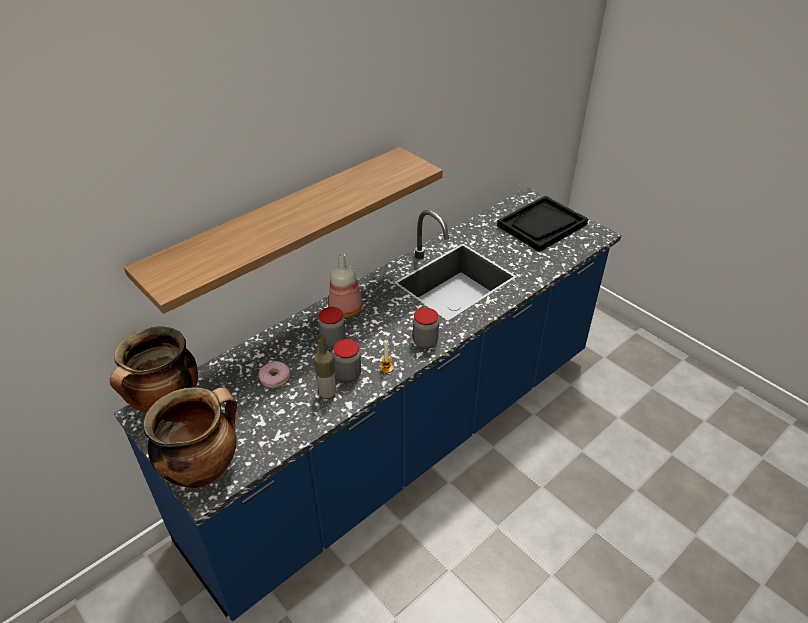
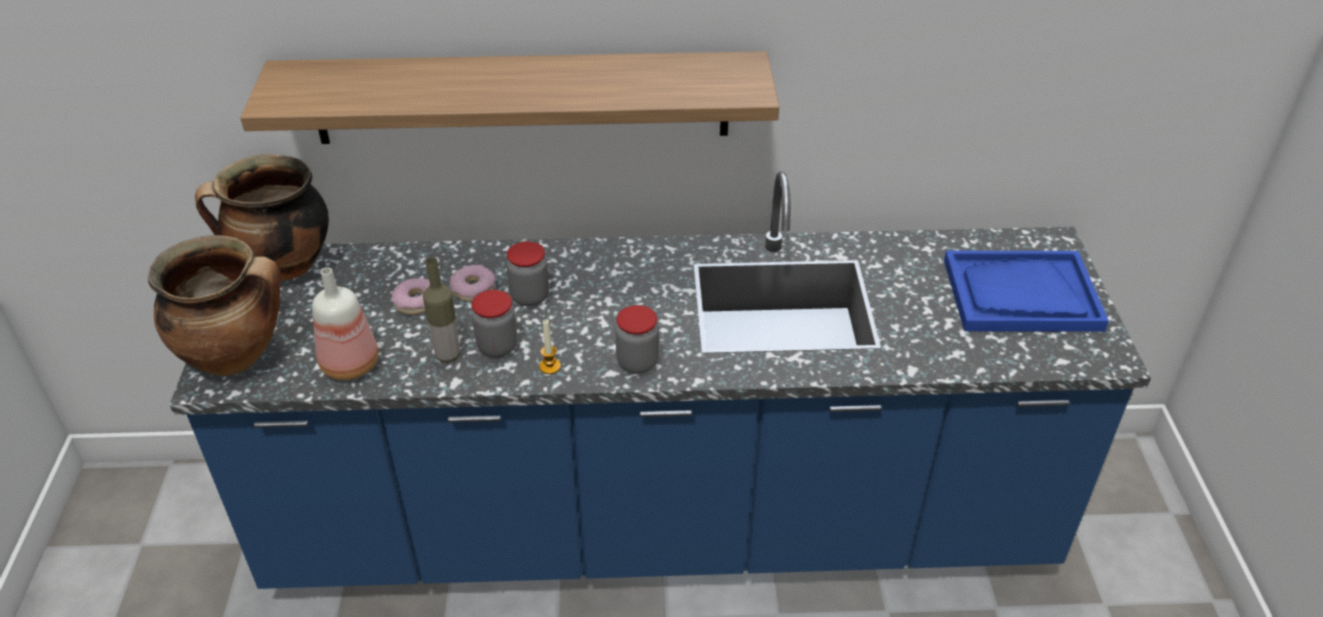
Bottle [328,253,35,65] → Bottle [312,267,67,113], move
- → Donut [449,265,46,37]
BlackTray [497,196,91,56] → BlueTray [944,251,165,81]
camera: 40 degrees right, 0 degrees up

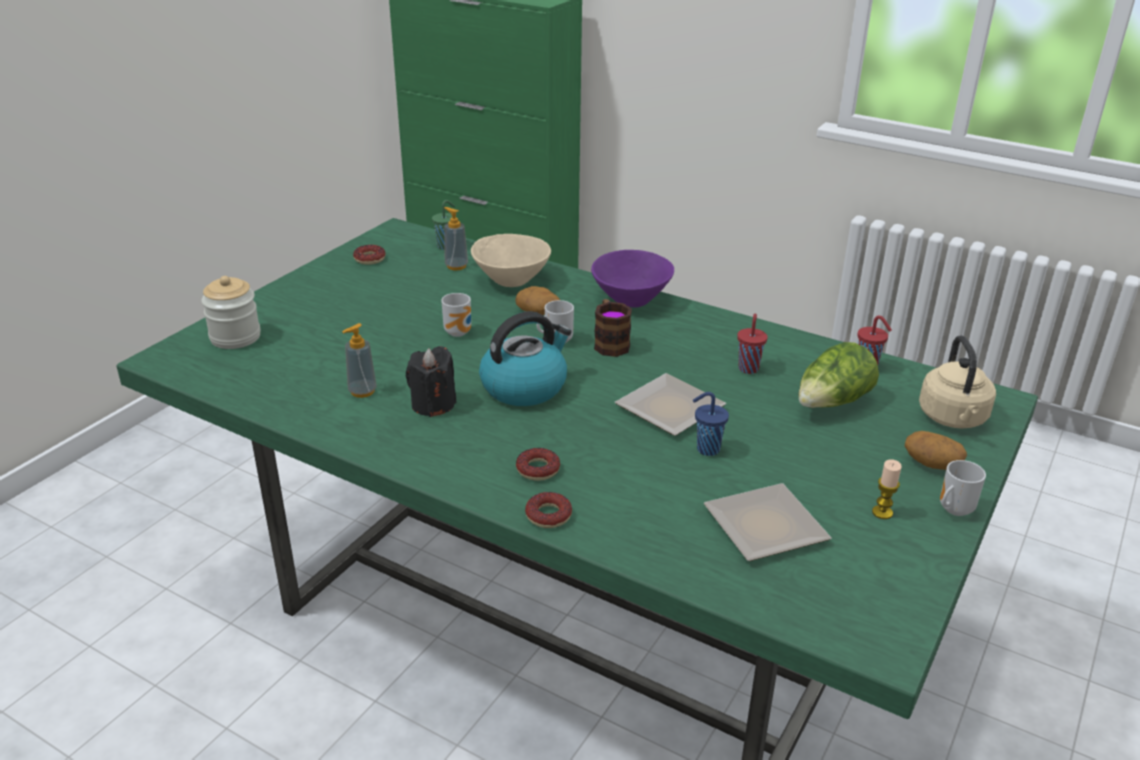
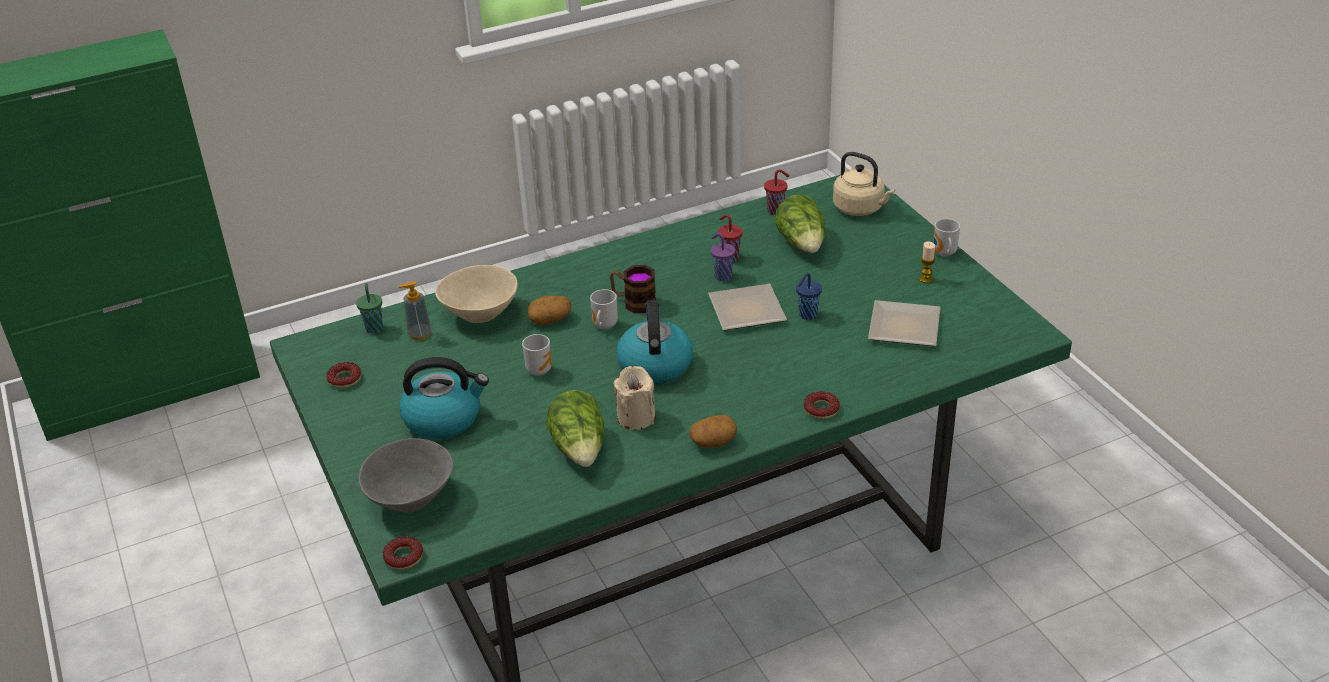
Jar [201,276,60,73] → GreyBowl [359,438,94,75]
Donut [516,448,44,33] → Donut [383,536,40,34], move
- → Kettle [399,357,90,82]
SoapDispenser [342,323,35,75] → Lettuce [547,390,57,77]
BlackCandle [406,346,51,71] → BeigeCandle [614,366,41,64]
Potato [905,431,62,39] → Potato [689,415,48,33], move
- → PurpleCup [711,233,24,48]
PurpleBowl [591,250,83,58] → -
camera: 55 degrees left, 5 degrees up

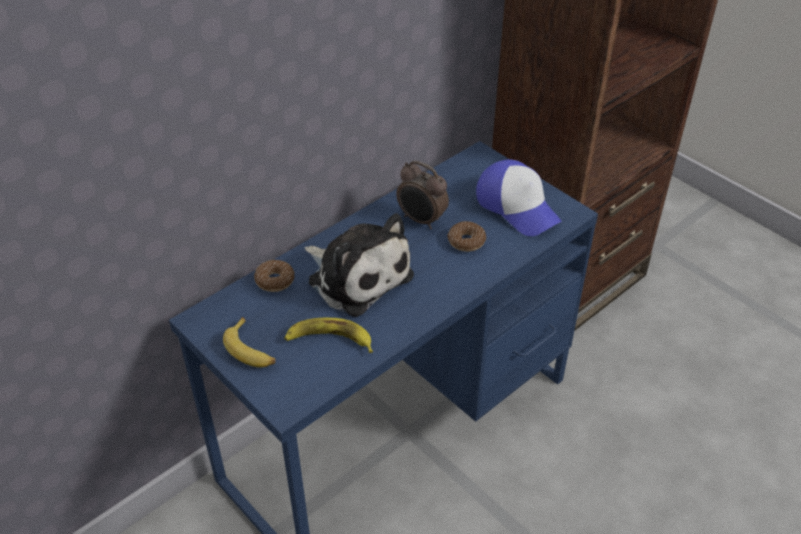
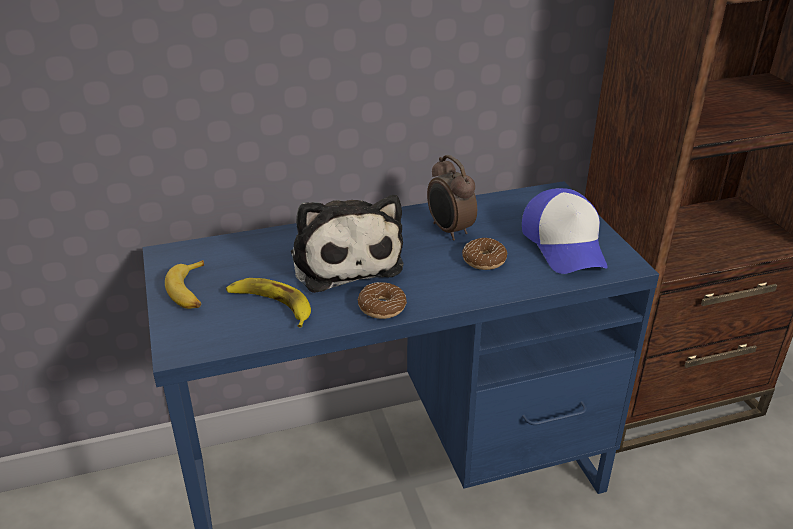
Donut [254,260,40,32] → Donut [358,282,49,37], move
camera: 25 degrees right, 10 degrees down

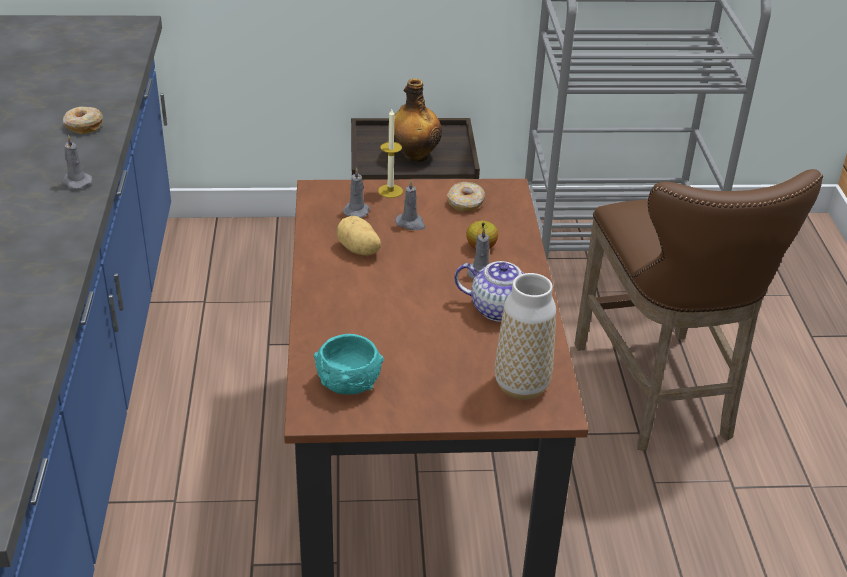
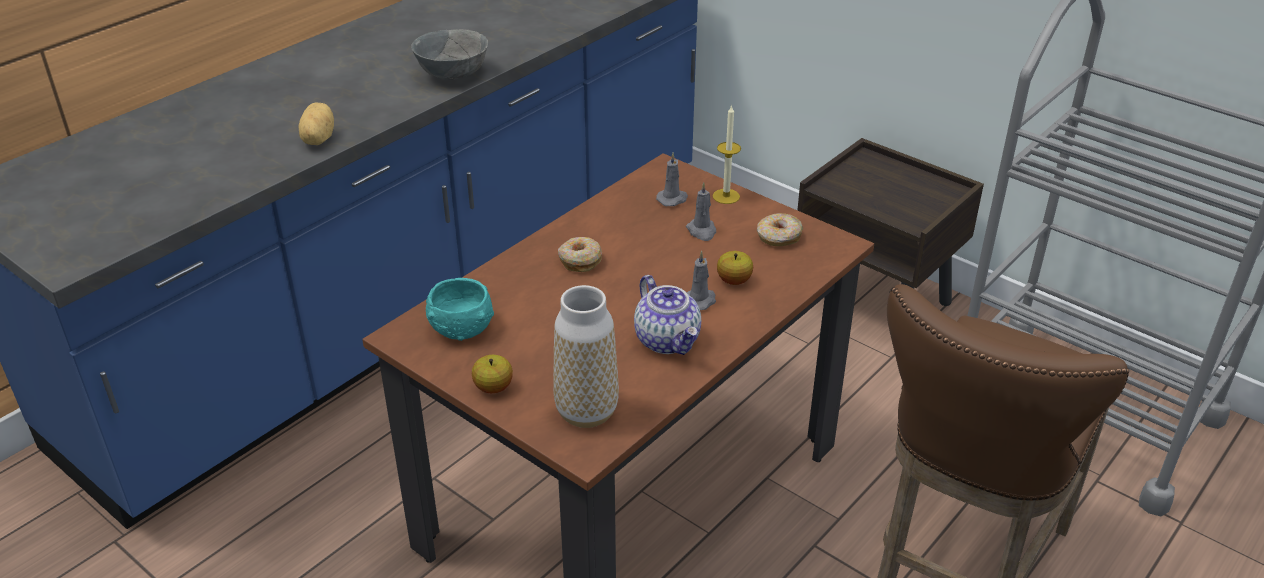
Potato [336,216,45,40] → Potato [298,102,36,43], move
GreyCandle [62,135,30,54] → GreyBowl [411,29,77,51]
- → Apple [472,355,41,38]
Donut [63,107,40,27] → Donut [558,237,44,35], move
Bottle [394,78,48,84] → -
camera: 45 degrees right, 0 degrees up

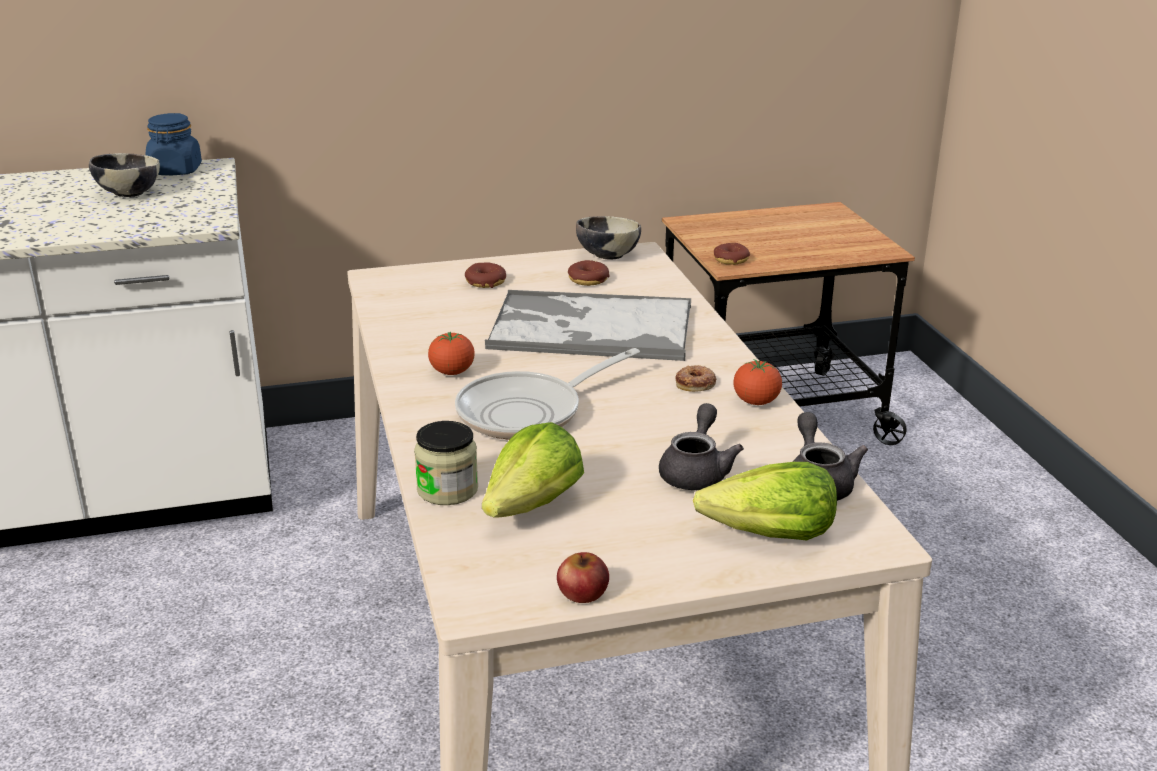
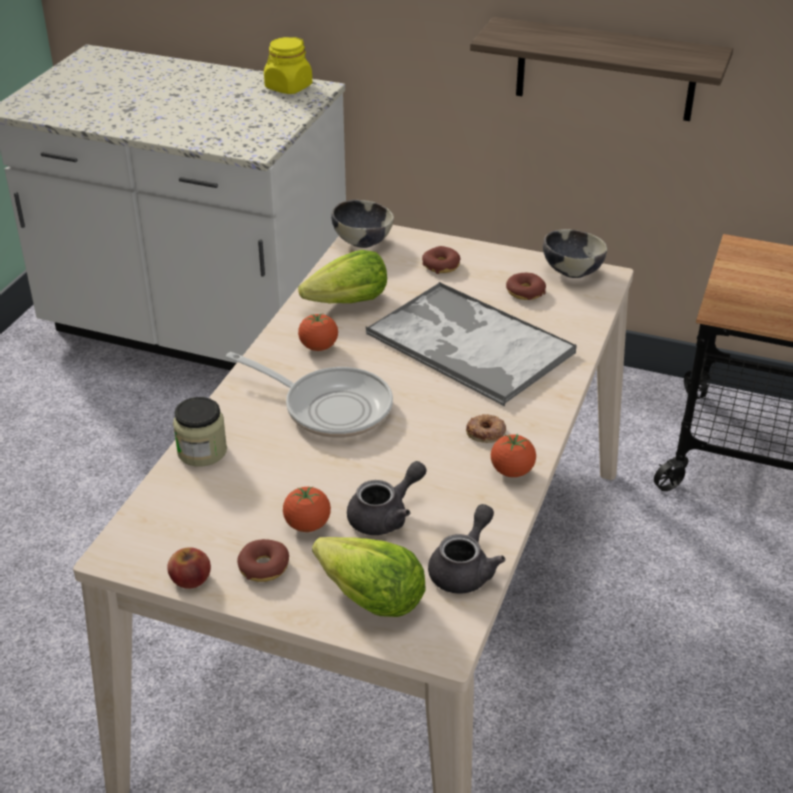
FryingPan [455,348,185,91] → FryingPan [226,352,167,86], 150 degrees counterclockwise
Donut [714,243,36,22] → Donut [237,539,52,43], move
BlueJar [146,113,56,62] → YellowJar [264,37,48,57]
- → Tomato [283,487,48,45]
Lettuce [482,422,102,95] → Lettuce [298,250,89,53], move
Bowl [89,153,71,44] → Bowl [331,200,63,48], move
- → Shelf [470,17,263,104]
camera: 35 degrees right, 10 degrees up

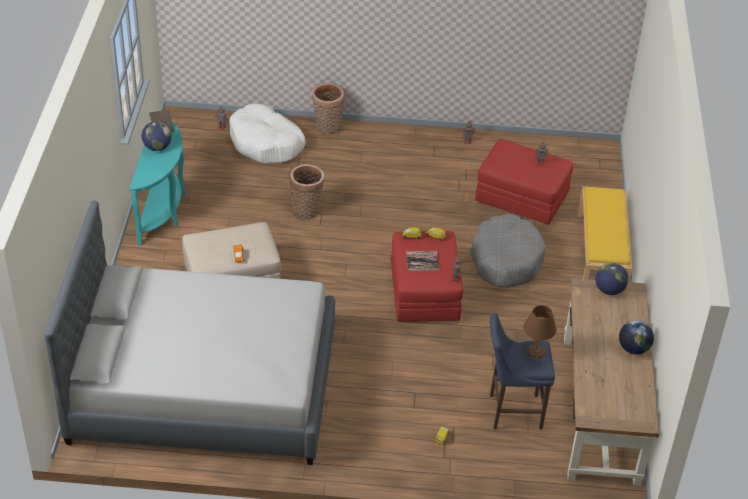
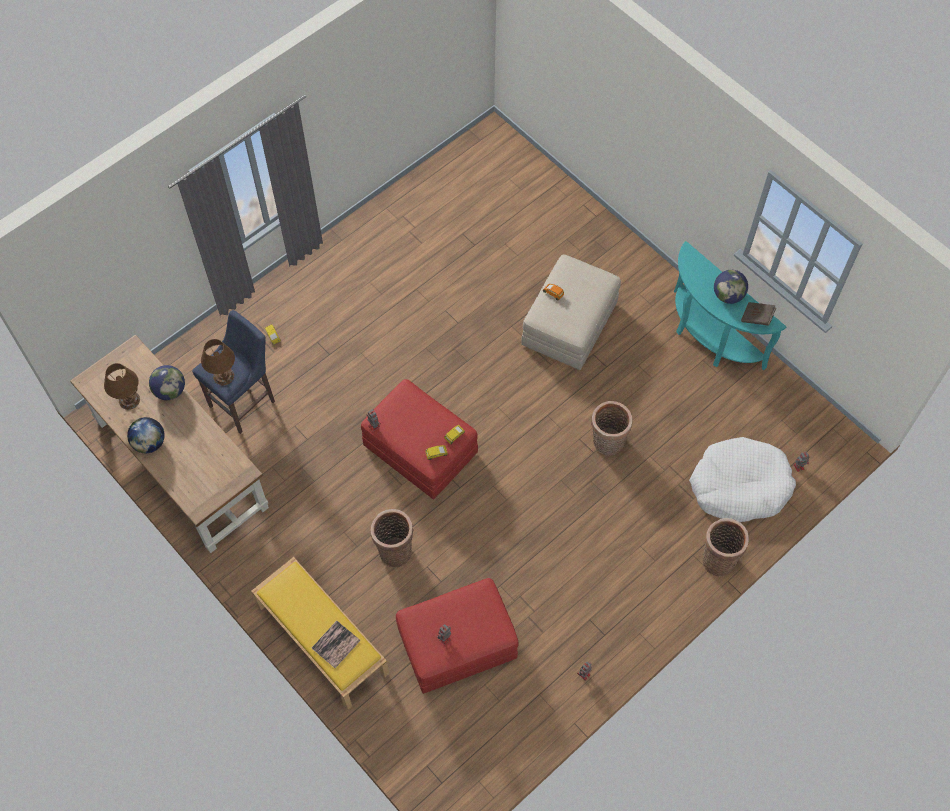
- → BrownTableLamp [104,363,36,47]
Globe [595,263,34,32] → Globe [149,365,36,35], move
Book [406,251,33,20] → Book [312,621,48,47], move
GreyDogBed [470,213,76,75] → Basket [371,509,42,58]
GreyBed [44,200,291,265] → -
camera: 135 degrees right, 20 degrees up

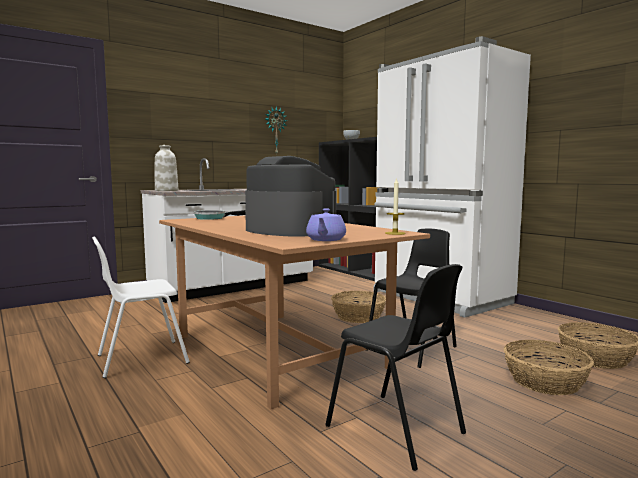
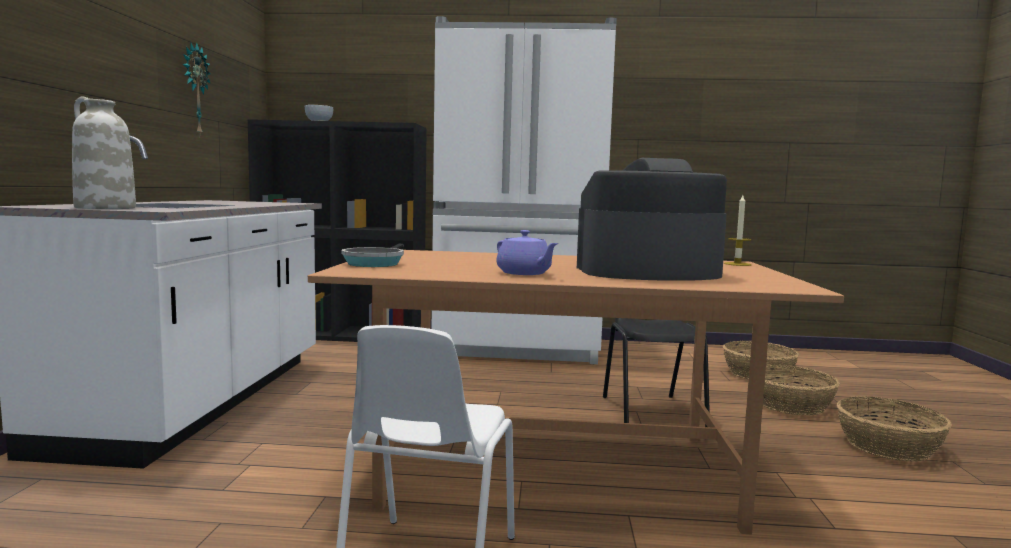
PurpleTeapot [306,208,40,33] → PurpleTeapot [496,230,62,45], move
Basket [331,291,55,32] → Basket [837,396,115,66], move
BlackChair [326,264,140,207] → -
camera: 50 degrees left, 0 degrees up

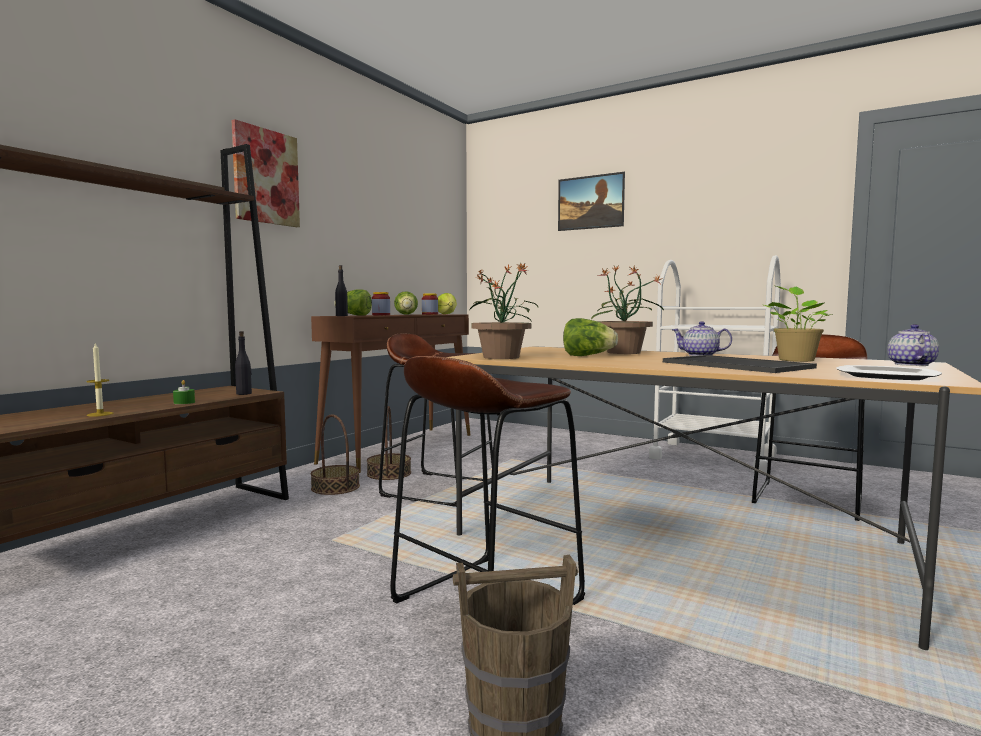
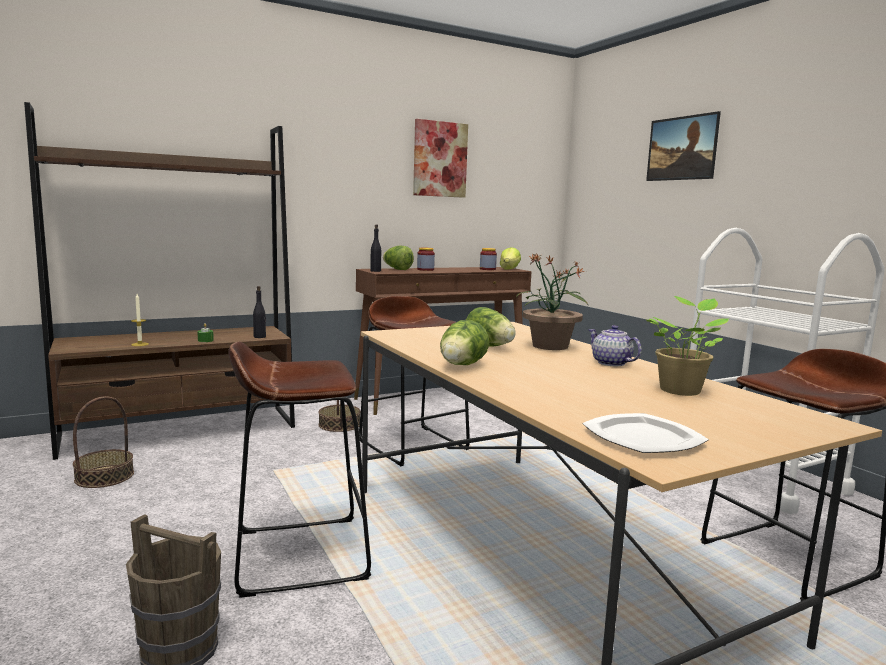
Basket [367,406,44,74] → Basket [73,396,61,92], move
Picture [232,119,68,108] → Picture [413,119,55,79], move
Lettuce [394,291,24,24] → Lettuce [440,320,49,45], move
PottedPlant [470,263,68,96] → -
Tray [663,355,154,18] → -
Teapot [887,324,52,42] → -
camera: 30 degrees right, 5 degrees up

